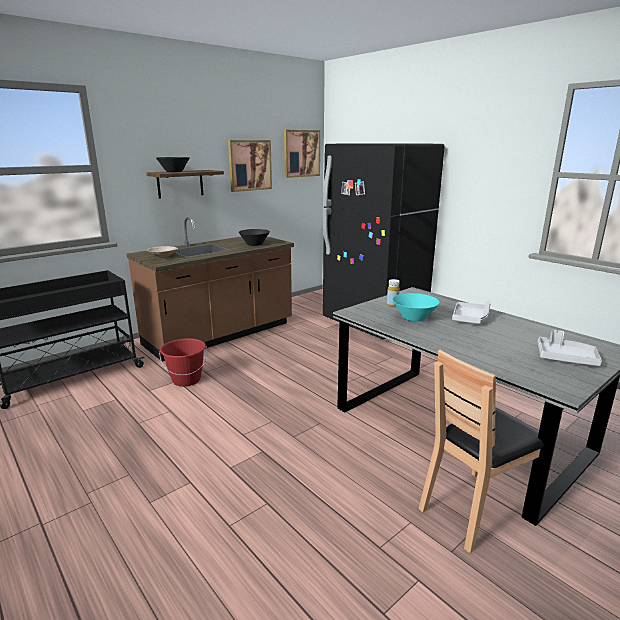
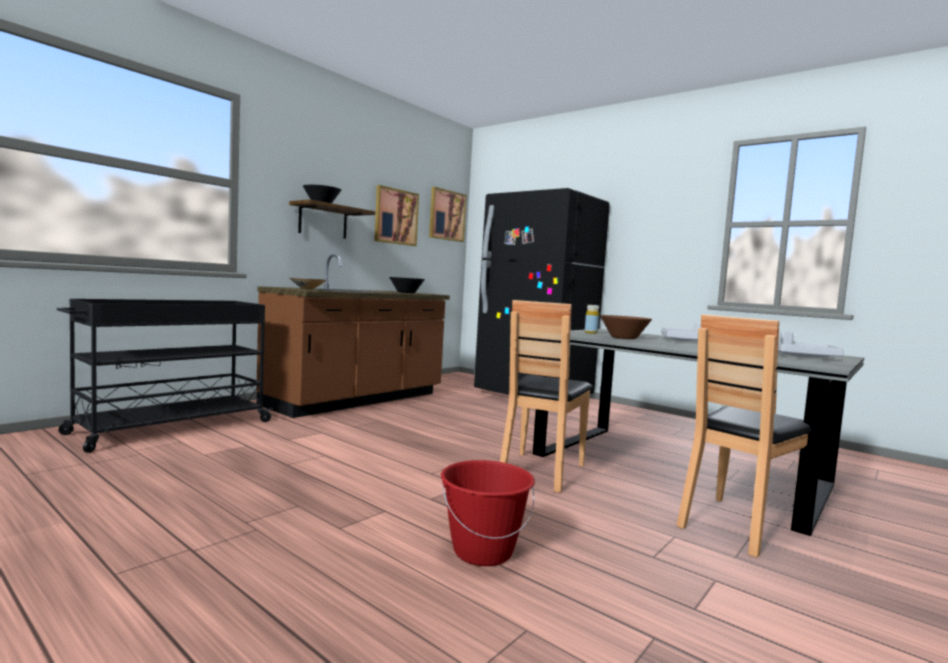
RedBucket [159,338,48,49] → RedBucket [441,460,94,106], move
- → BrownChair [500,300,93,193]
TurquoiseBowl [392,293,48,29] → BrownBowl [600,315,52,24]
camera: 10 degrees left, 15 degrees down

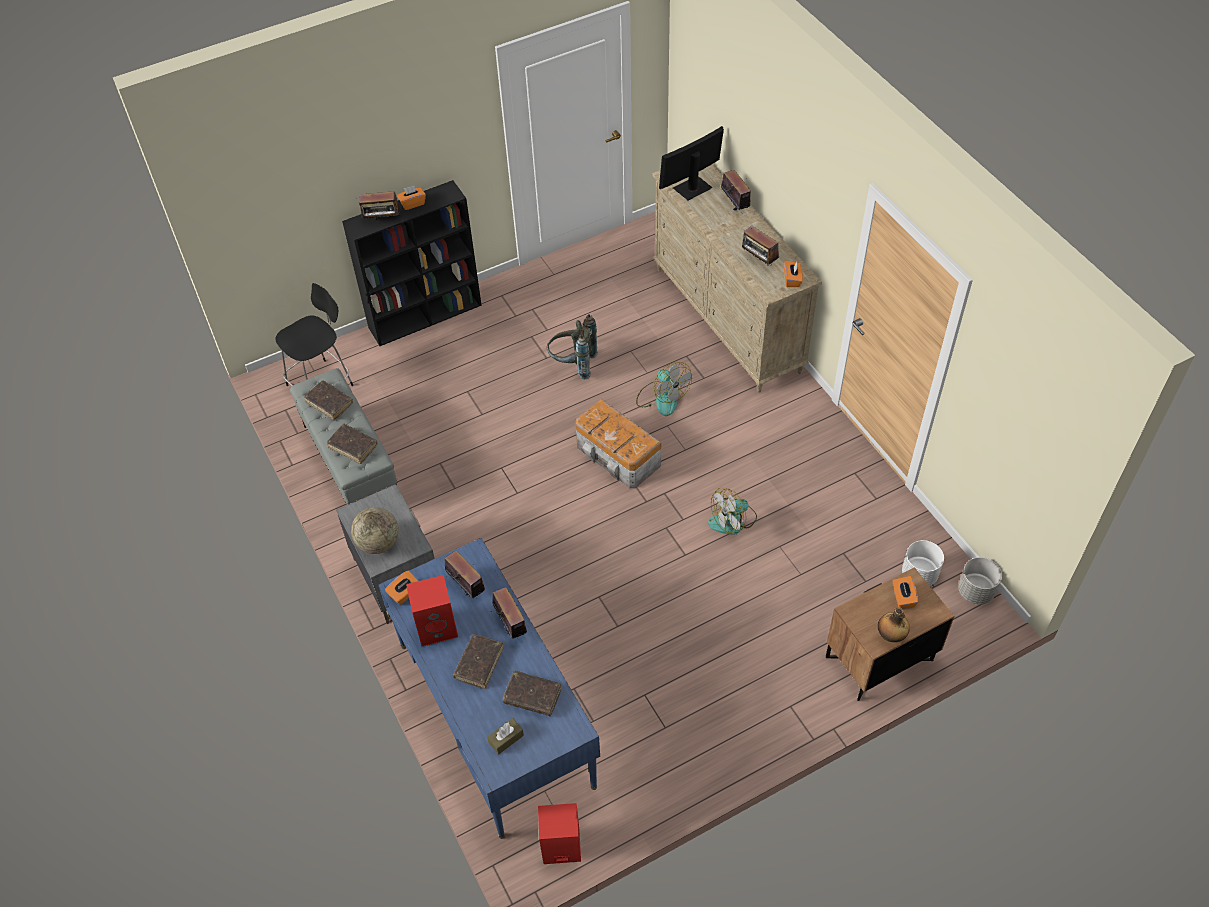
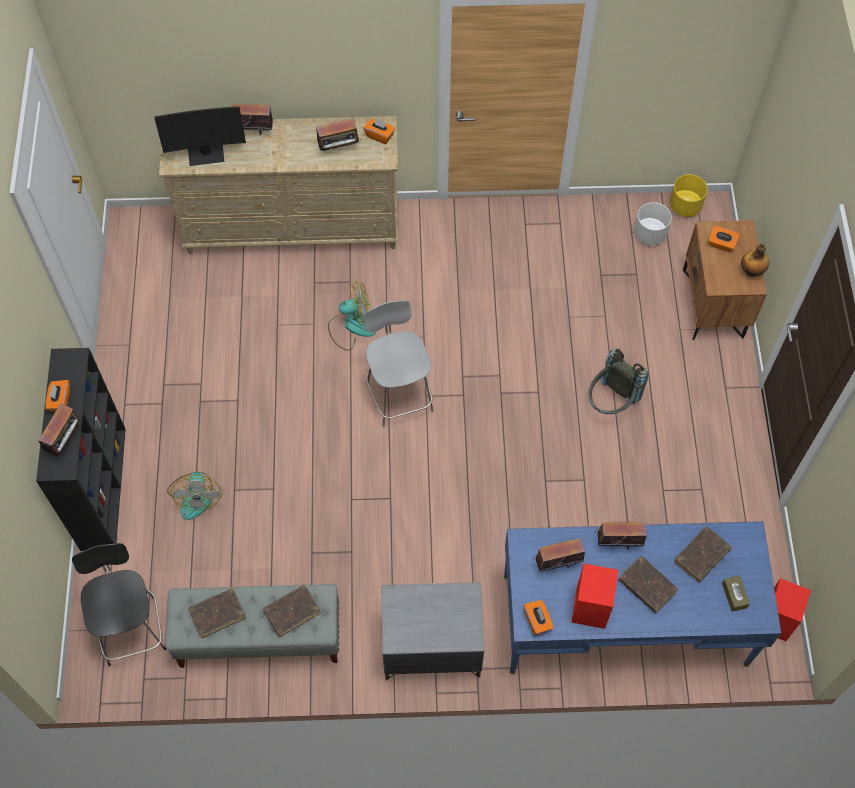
Monitor [659,126,65,75] → Monitor [154,106,92,60], 90 degrees counterclockwise
Fan [708,488,49,47] → Fan [167,472,56,48], move
StorageBox [576,399,85,89] → GreyChair [363,300,71,127]
GreyBackpack [547,314,51,66] → GreyBackpack [588,349,60,65], move
GreyPlanter [958,557,44,47] → YellowPlanter [670,174,38,43]
Globe [351,507,48,47] → -
camera: 65 degrees left, 10 degrees up

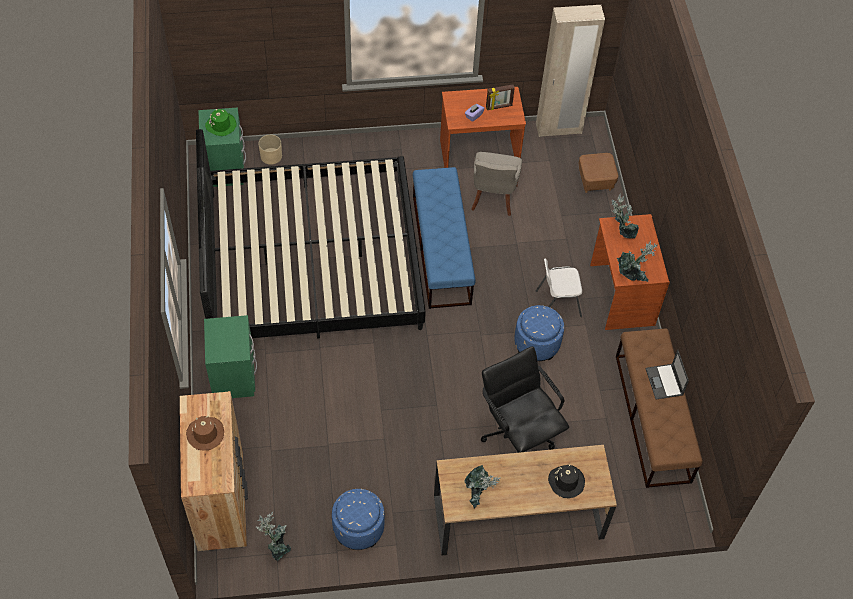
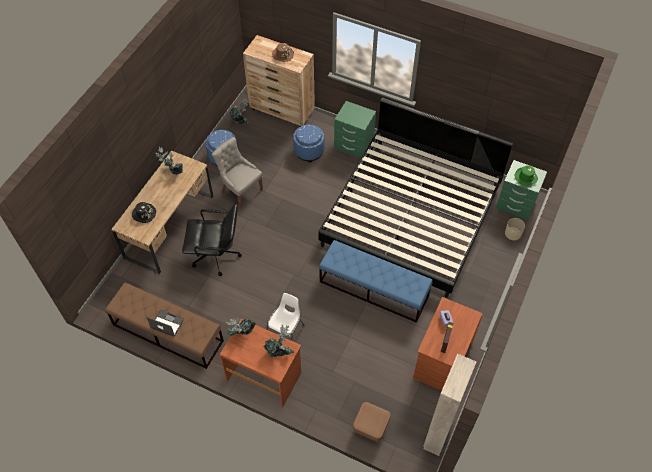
GreyChair [471,152,51,64] → GreyChair [212,137,51,72], move
BlueOttoman [514,305,50,56] → BlueOttoman [293,124,32,38], move
camera: 125 degrees right, 0 degrees up

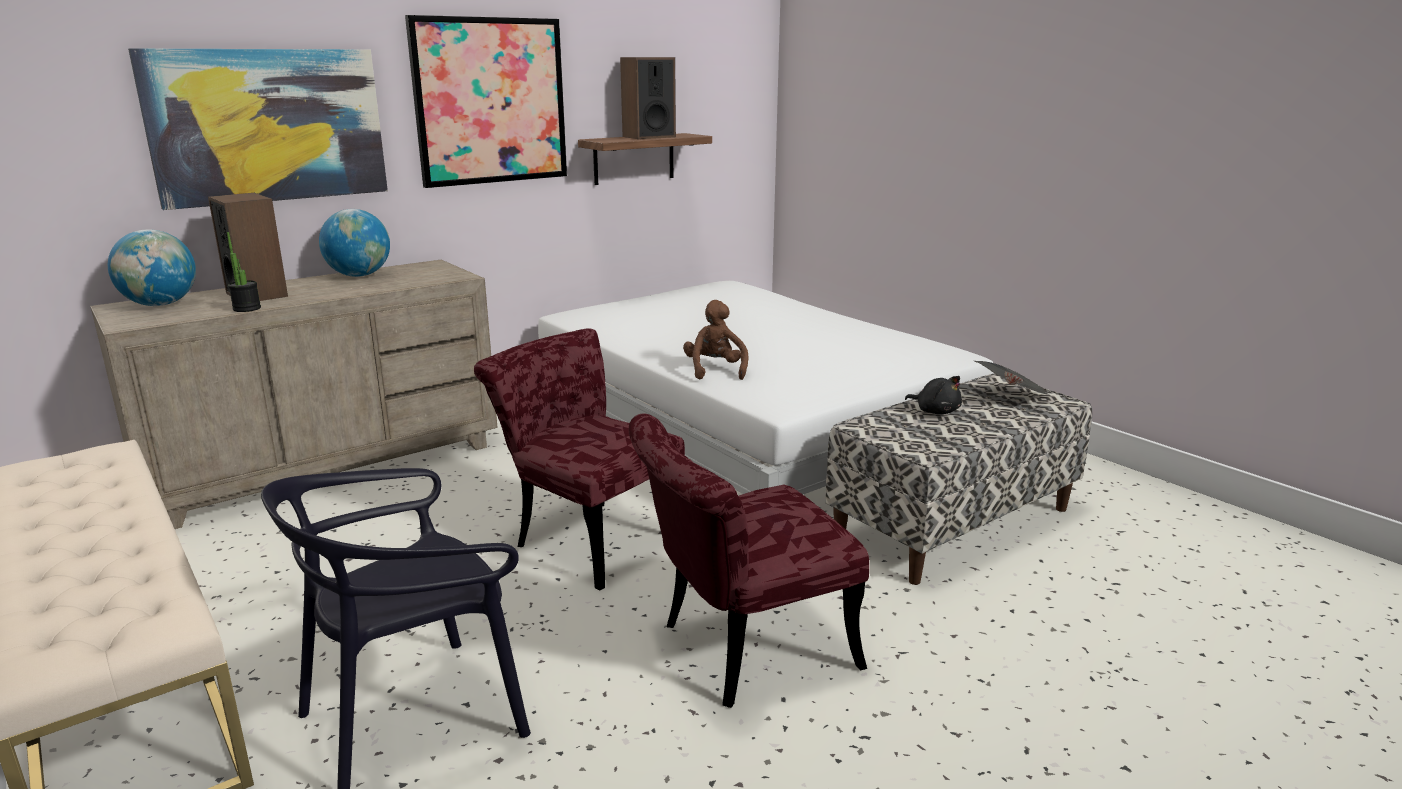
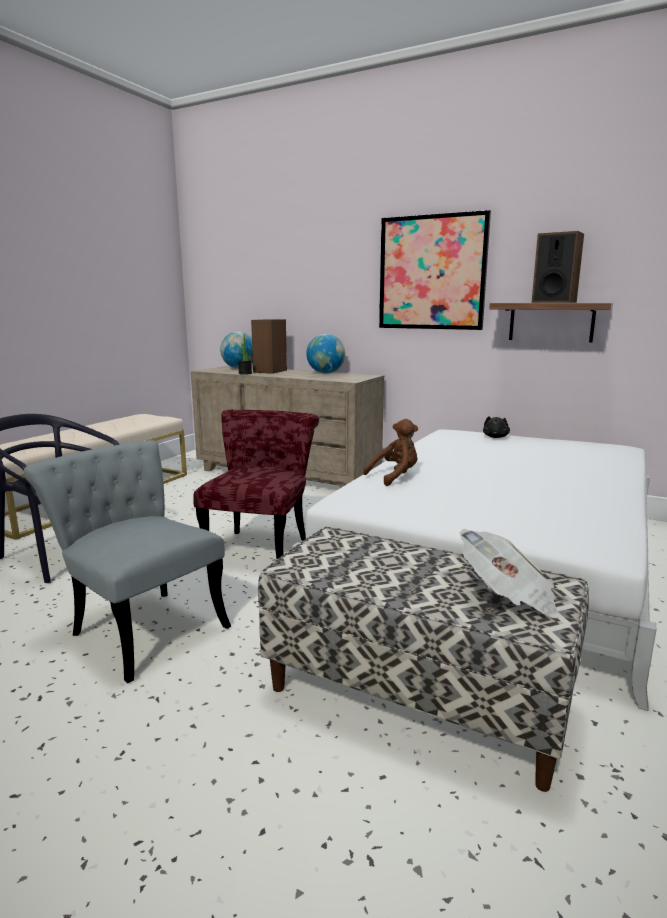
RedChair [629,413,240,295] → GreyChair [23,440,208,243]
BlackPlushToy [905,376,57,38] → BlackPlushToy [483,416,27,22], move
Picture [128,48,260,162] → -
camera: 65 degrees right, 5 degrees down

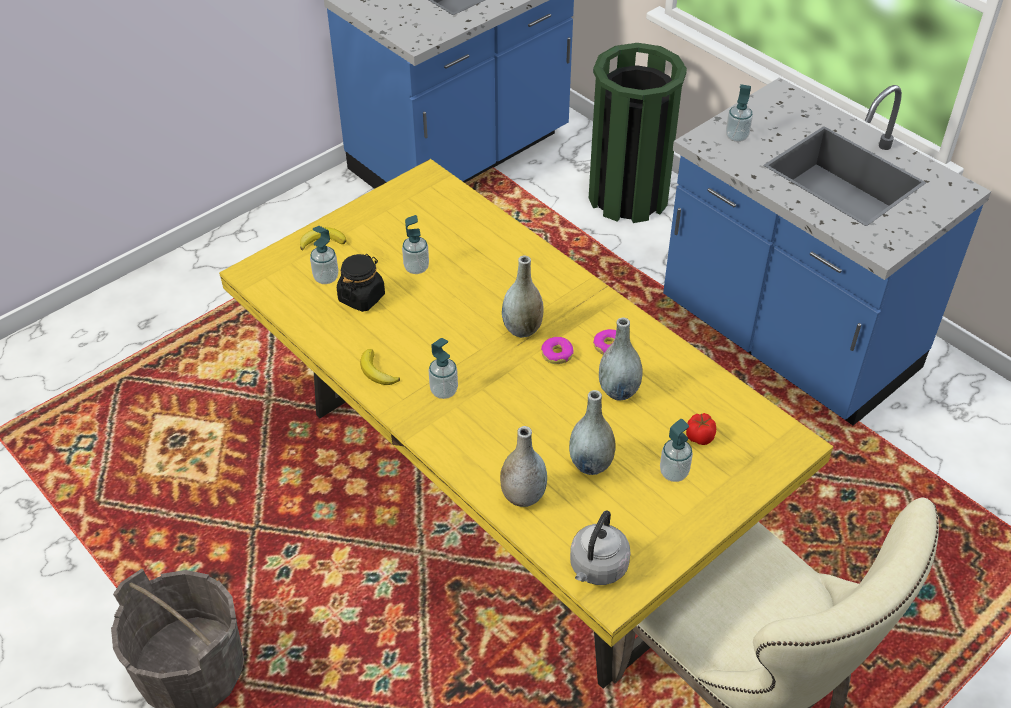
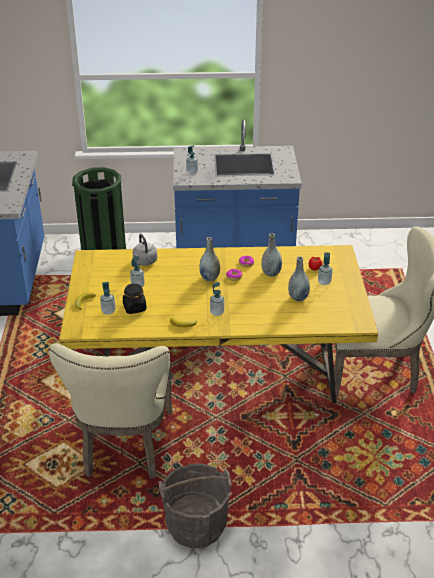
- → BeigeChair [48,343,124,136]
GreyKettle [570,511,61,74] → GreyKettle [133,234,24,32], move
GreyVase [500,426,47,81] → -
camera: 50 degrees left, 10 degrees down

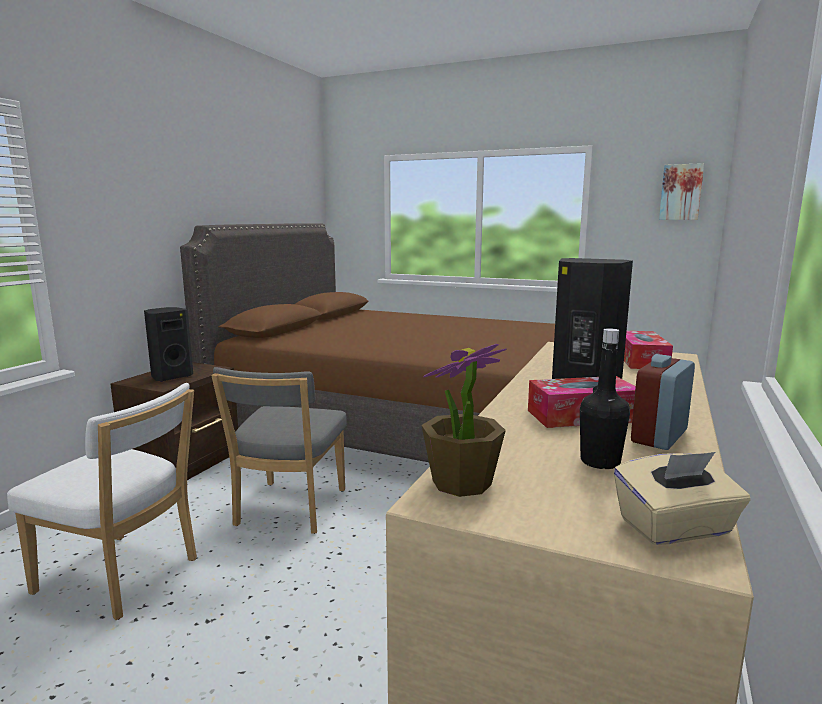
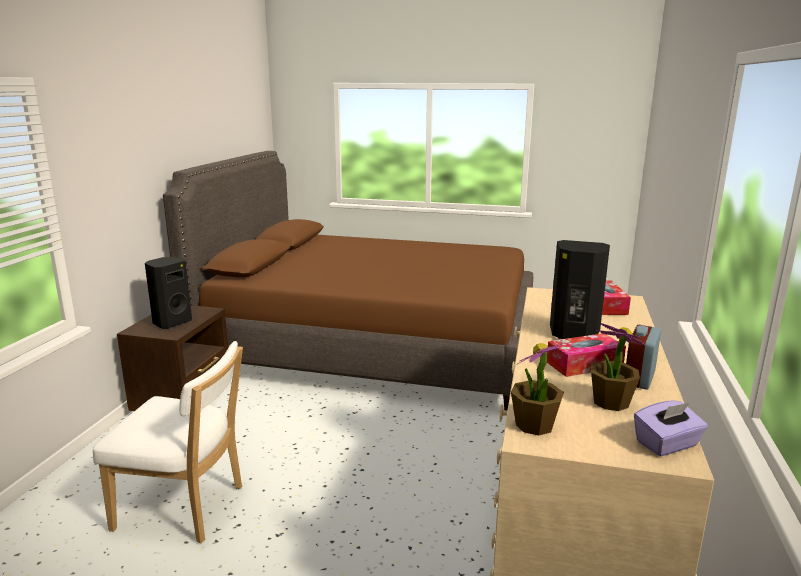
BlackBottle [580,328,50,141] → PottedPlant [591,323,55,88]
BeigeTissueBox [614,452,136,93] → PurpleTissueBox [634,400,74,56]
GreyChair [211,367,136,167] → -
Picture [659,163,45,57] → -
camera: 10 degrees left, 5 degrees up

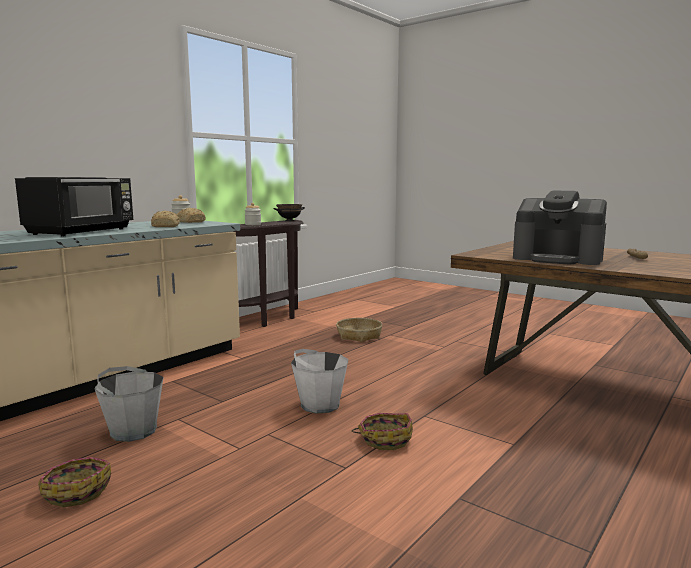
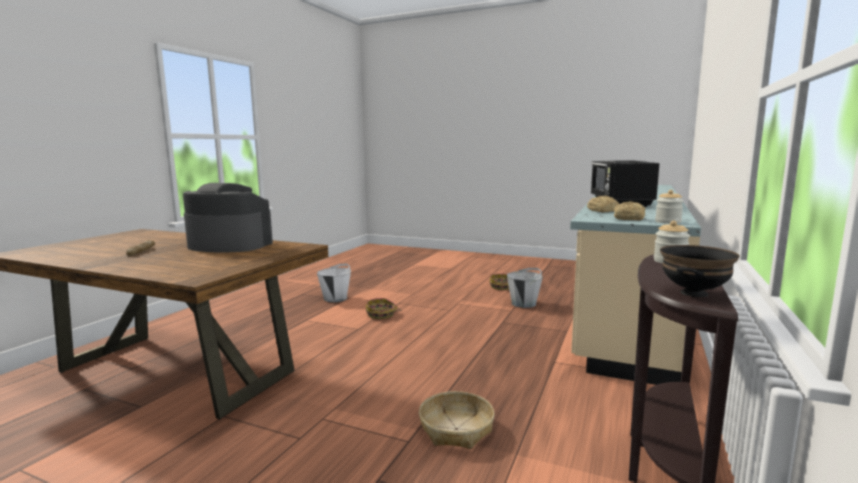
WhiteBucket [291,349,58,65] → WhiteBucket [317,263,34,39], move
camera: 165 degrees right, 0 degrees up

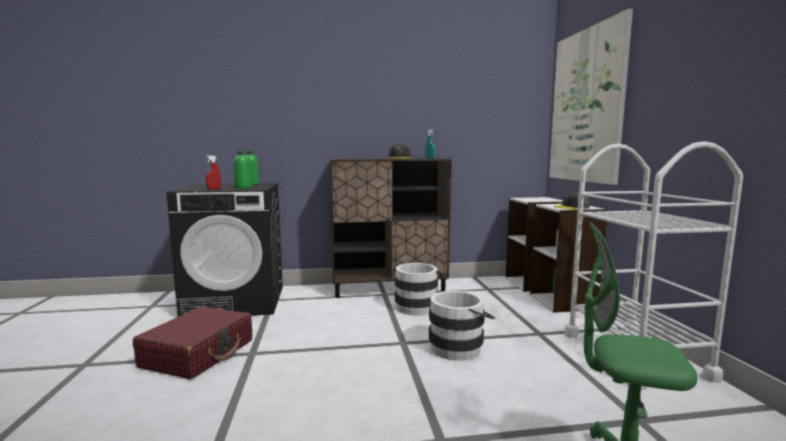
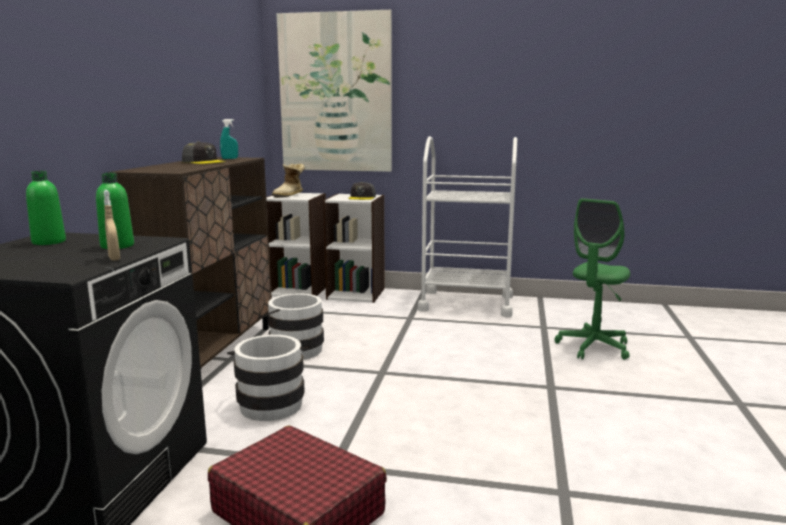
RedSprayBottle [206,156,15,34] → BeigeSprayBottle [104,190,16,71]
WhiteBucket [429,291,66,70] → WhiteBucket [227,335,81,86], move
- → Boot [272,164,33,34]
camera: 70 degrees left, 5 degrees up

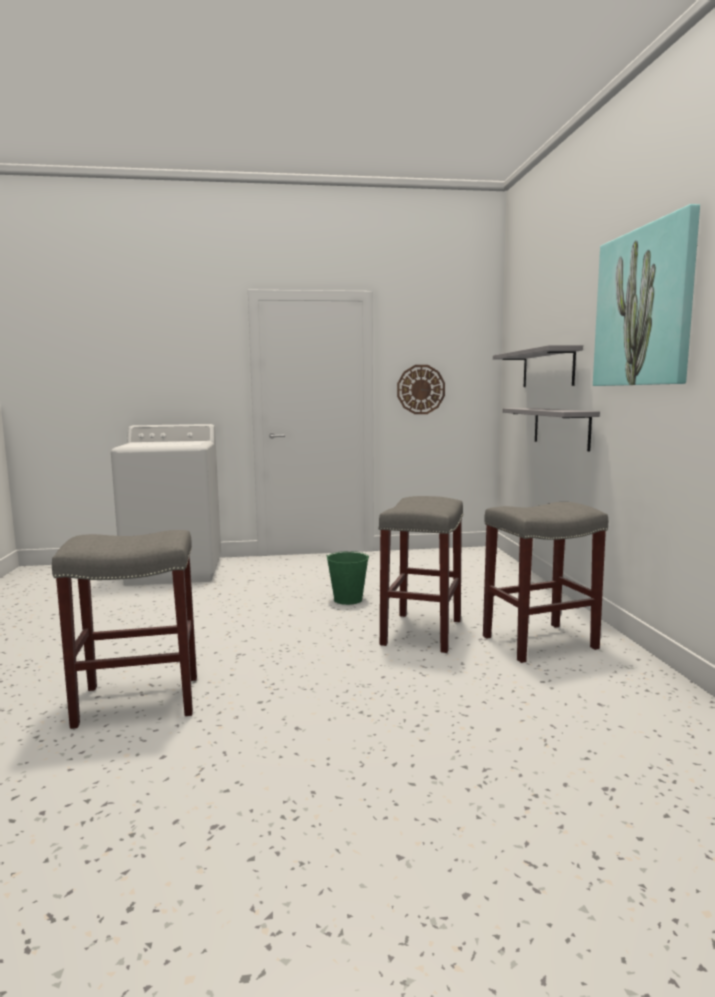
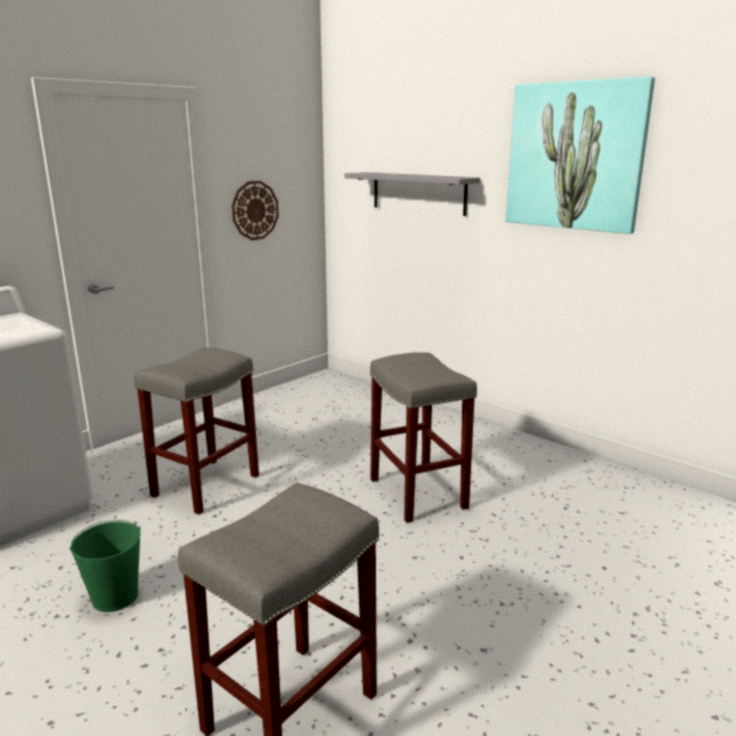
GreenBucket [326,551,43,54] → GreenBucket [69,520,72,92], move
GreyStool [483,502,125,161] → GreyStool [134,348,125,167], move
GreyShelf [503,408,97,43] → -
camera: 40 degrees left, 10 degrees up

